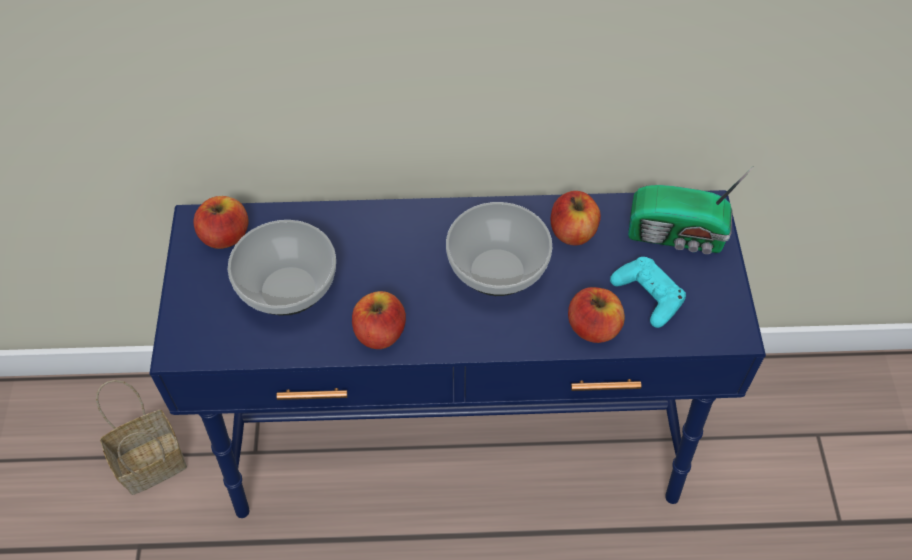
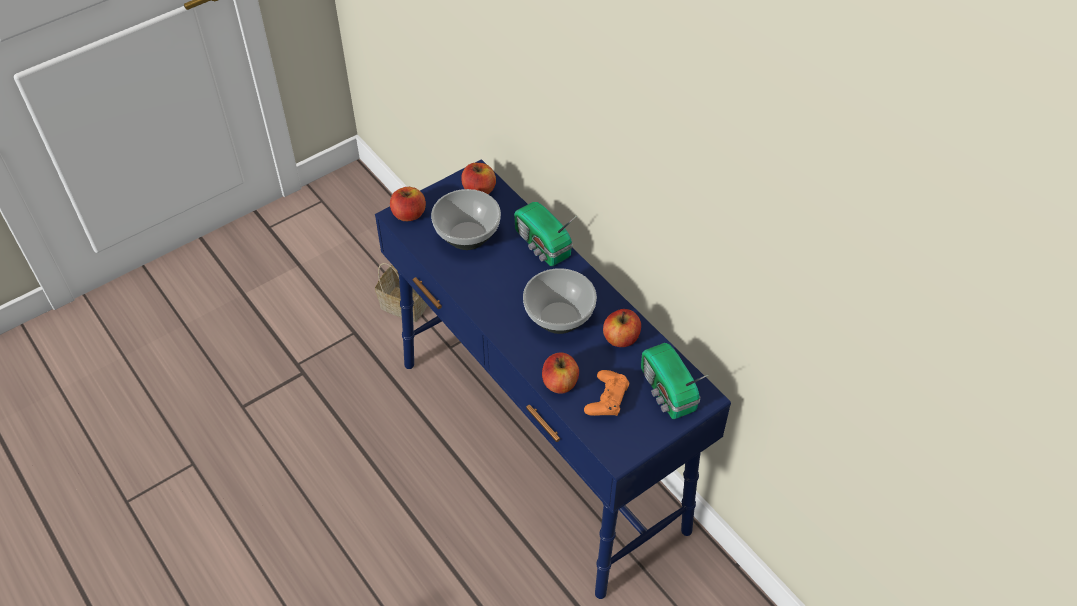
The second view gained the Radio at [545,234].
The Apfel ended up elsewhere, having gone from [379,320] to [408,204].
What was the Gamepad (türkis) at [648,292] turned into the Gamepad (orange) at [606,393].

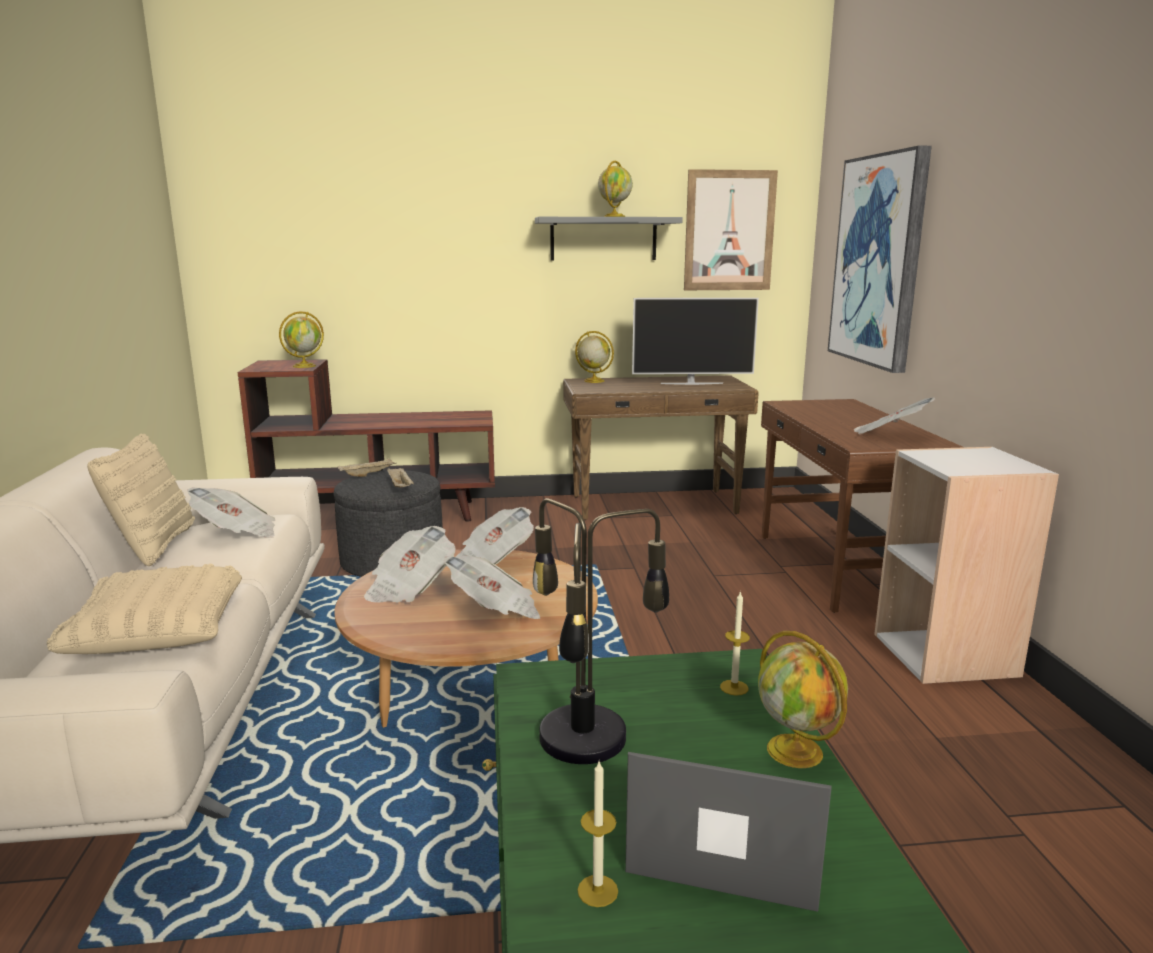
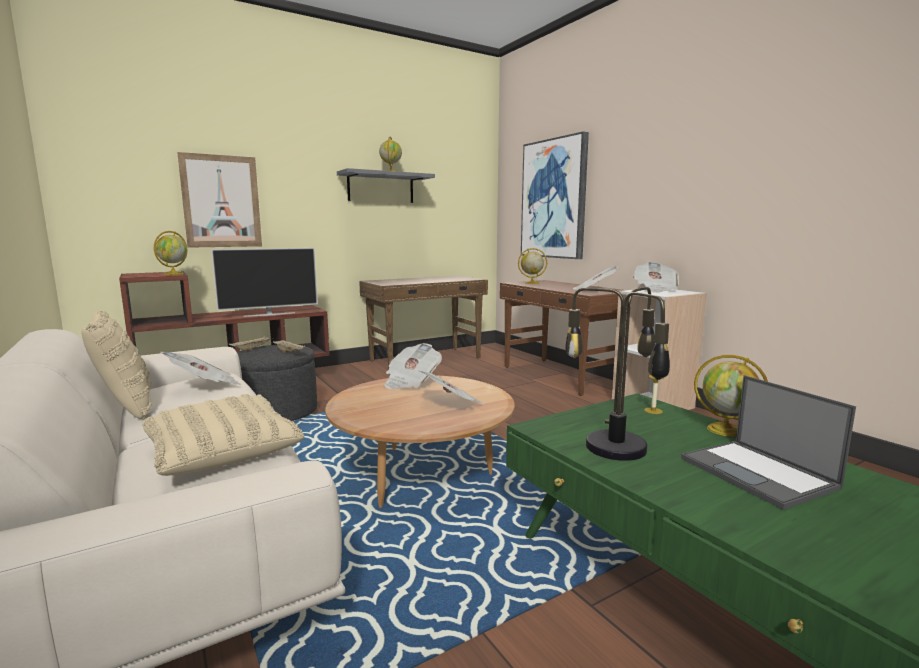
The second view lost the Kerze at [597,834].
The Zeitung ended up elsewhere, having gone from [409,564] to [656,277].
The Globus ended up elsewhere, having gone from [594,357] to [532,266].
The Fernseher ended up elsewhere, having gone from [695,341] to [264,282].
The Bild ended up elsewhere, having gone from [731,229] to [219,200].
The Laptop at [728,832] ended up facing another way, 105 degrees counterclockwise from before.

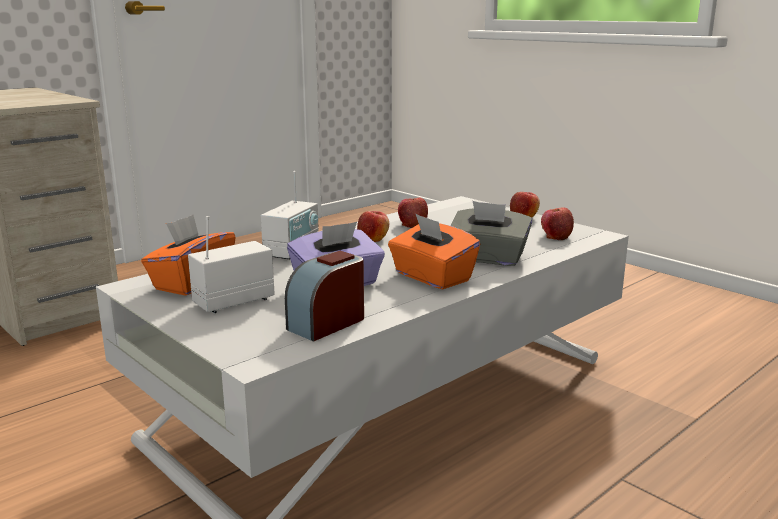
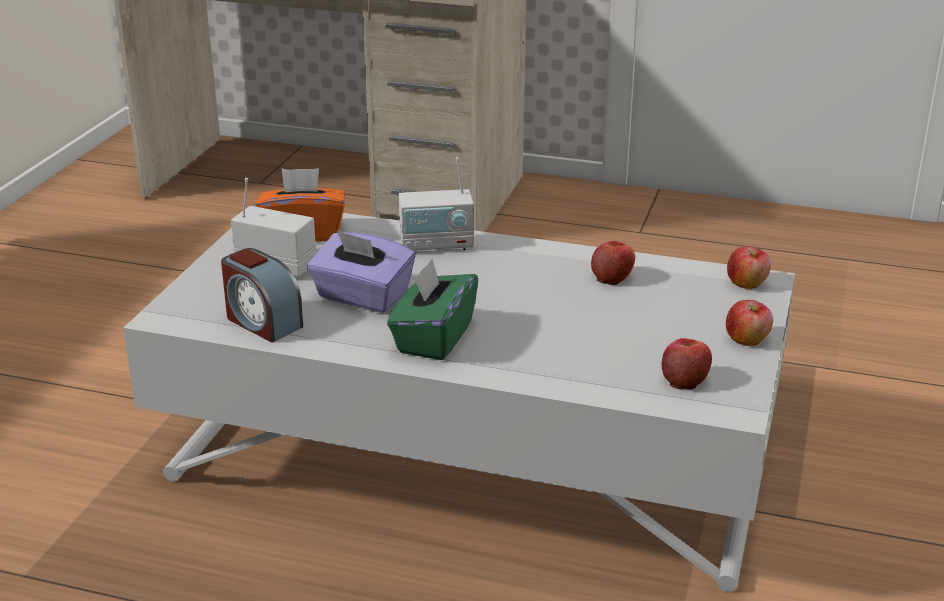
The second view lost the Taschentuchbox (grau) at [491,233].
The Apfel ended up elsewhere, having gone from [373,226] to [749,267].
What was the Taschentuchbox (orange) at [434,251] turned into the Taschentuchbox (grün) at [432,309].
The Wecker at [324,296] ended up facing another way, 150 degrees counterclockwise from before.

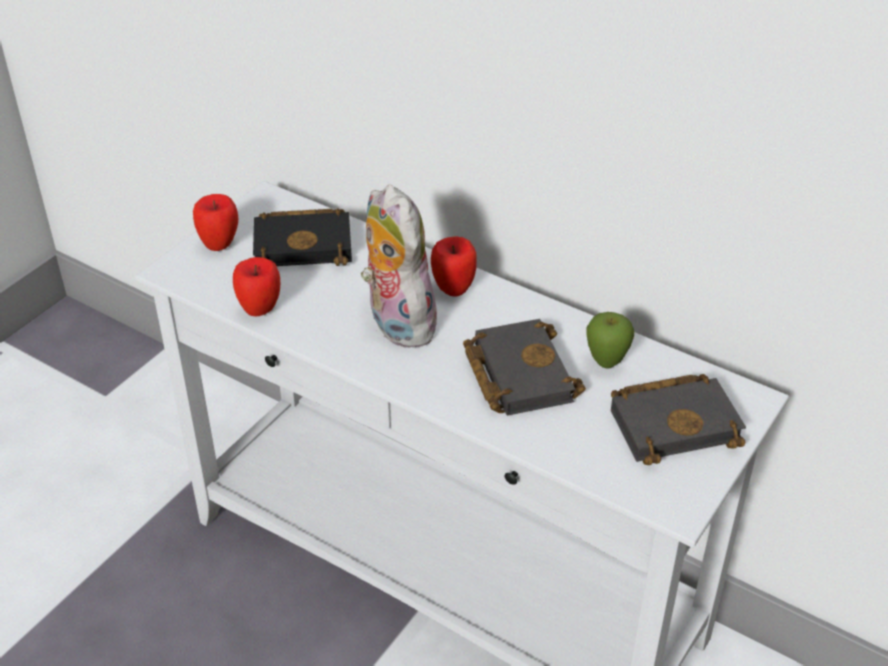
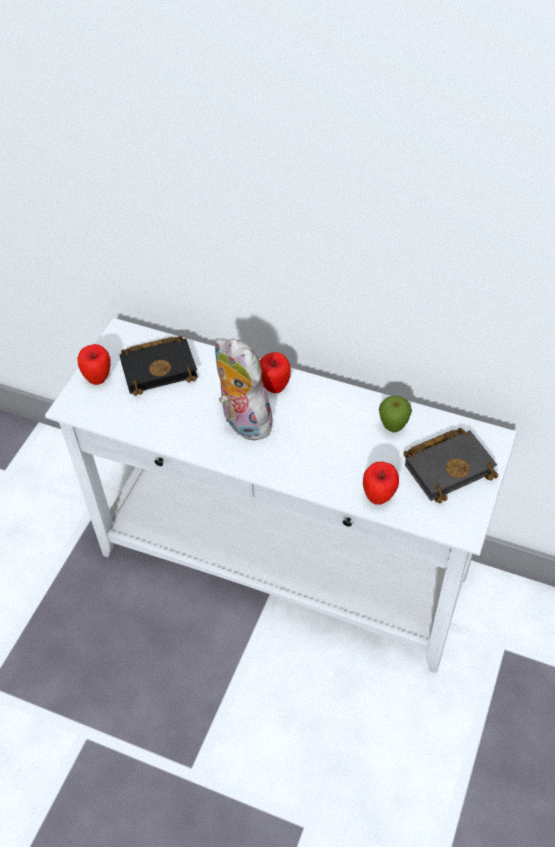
The second view lost the Buch (schwarz) at [524,367].
The Apfel ended up elsewhere, having gone from [256,286] to [381,483].

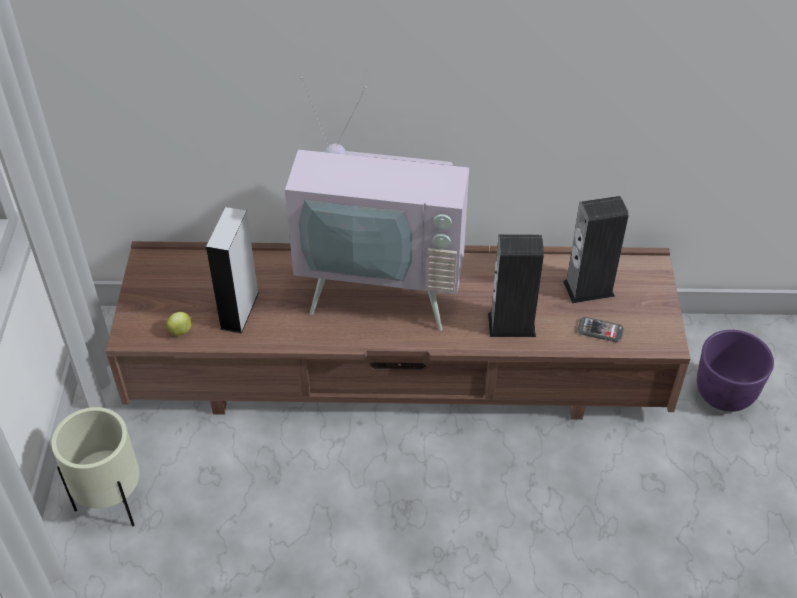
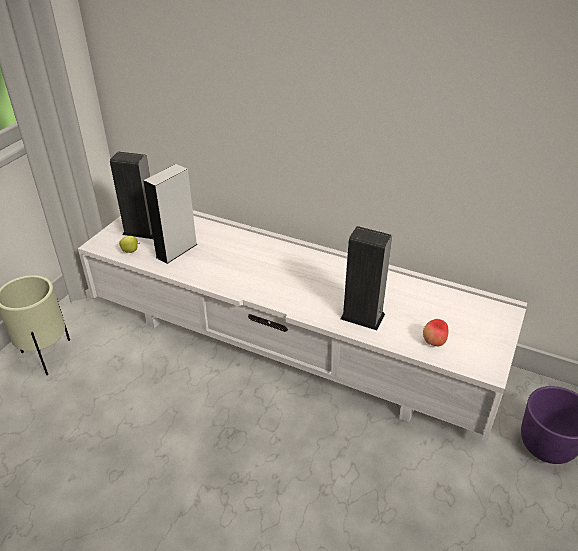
The second view lost the Fernseher at [377,204].
The Lautsprecher ended up elsewhere, having gone from [596,249] to [131,195].
Where the Handy stood at [601,329], the Apfel came to stand at [435,332].
What was the Fernsehschrank (braun) at [398,330] turned into the Fernsehschrank (weiß) at [302,325].

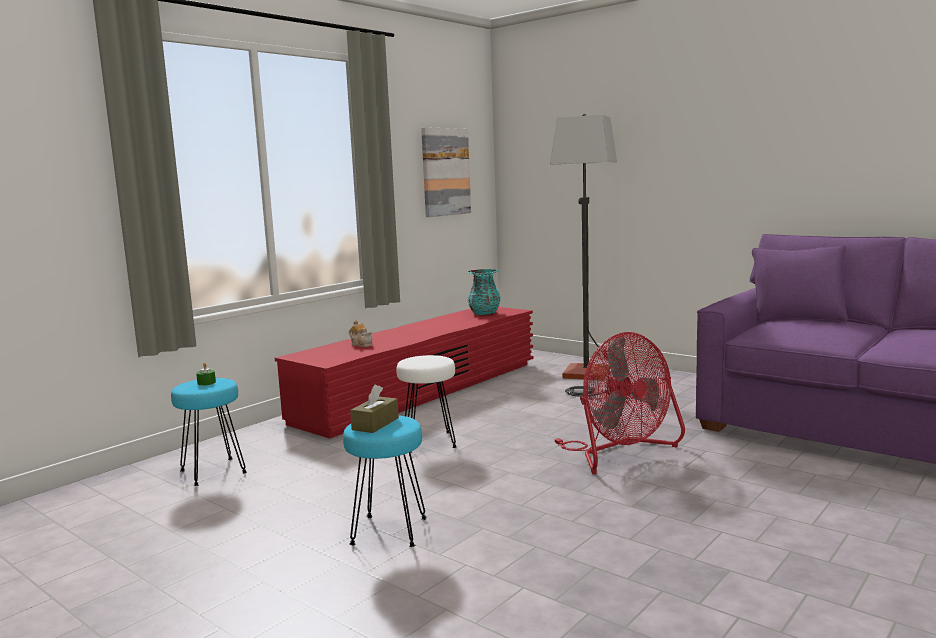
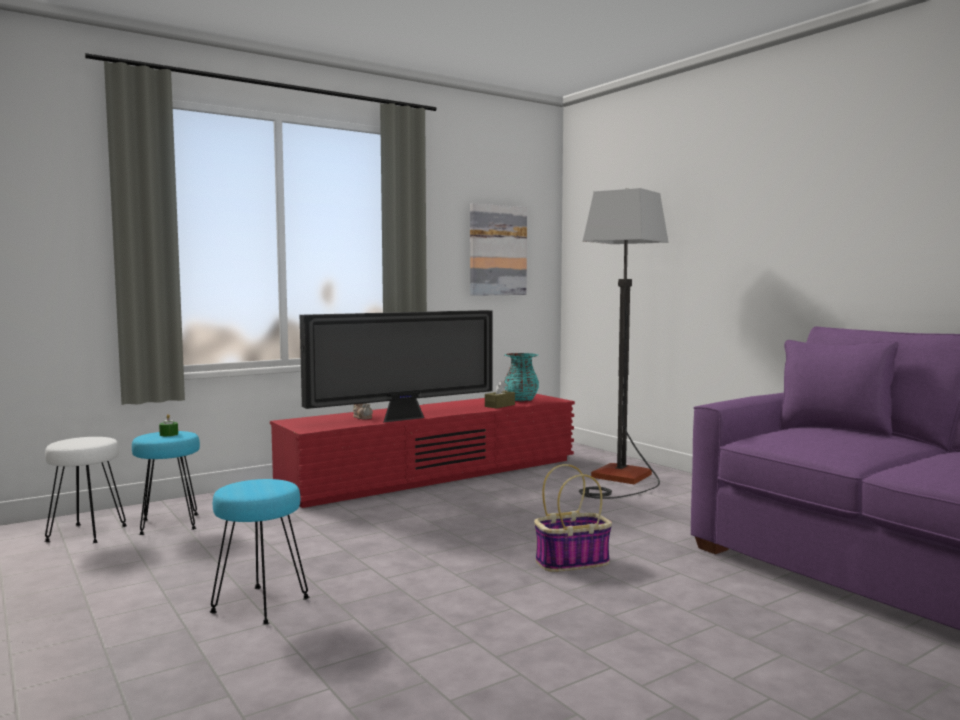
The second view gained the Fernseher at [396,366].
The Taschentuchbox (braun) ended up elsewhere, having gone from [374,409] to [500,395].
The Hocker (weiß) ended up elsewhere, having gone from [426,404] to [85,490].
Where the Ventilator (rot) stood at [620,403], the Korb came to stand at [573,518].

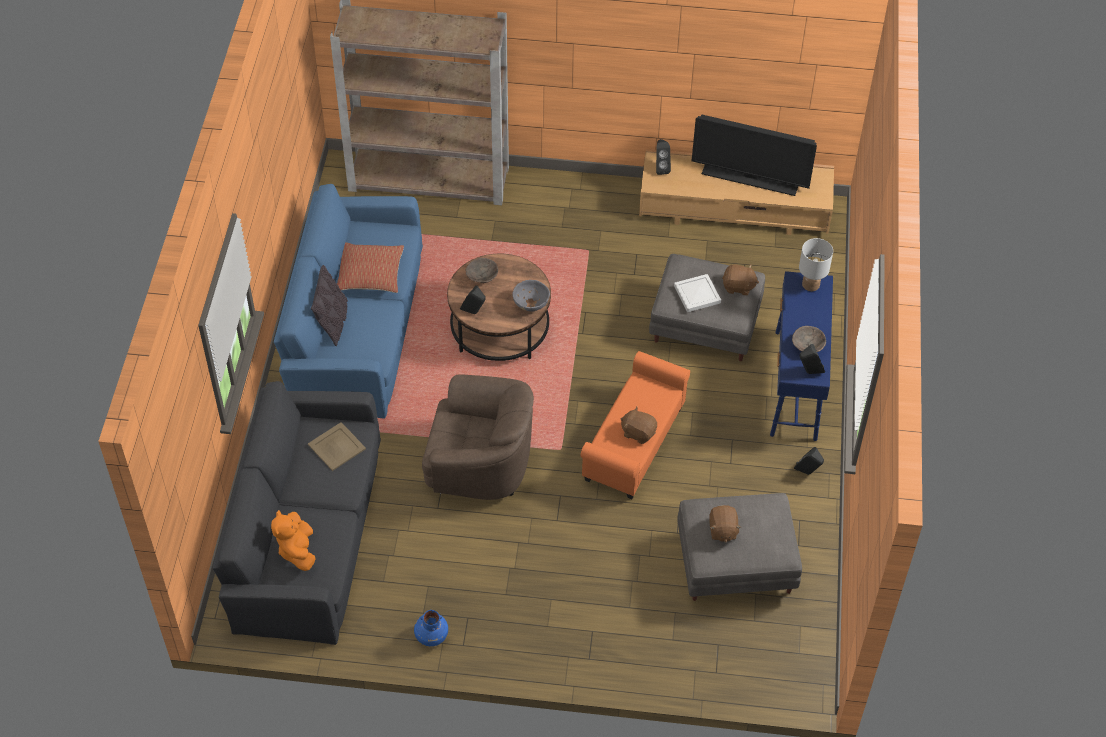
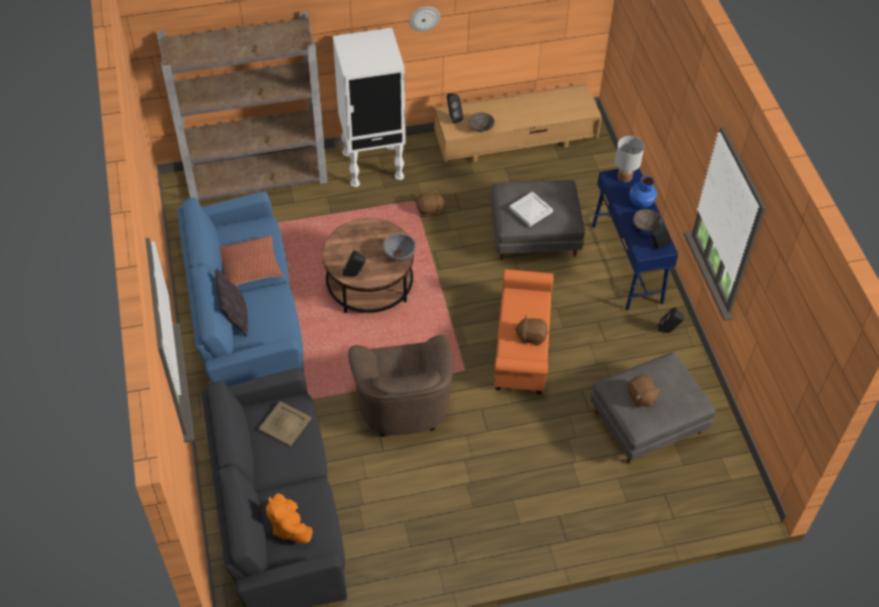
The second view lost the Fernseher at [754,155].
The second view gained the Schrank (weiß) at [369,107].
The second view gained the Wanduhr at [424,19].
The Vase (blau) ended up elsewhere, having gone from [431,628] to [643,192].
The Schüssel (braun) ended up elsewhere, having gone from [482,270] to [482,122].
The Plüschtier (braun) ended up elsewhere, having gone from [740,280] to [431,203].
The Sessel (braun) at [478,437] ended up facing another way, 90 degrees clockwise from before.

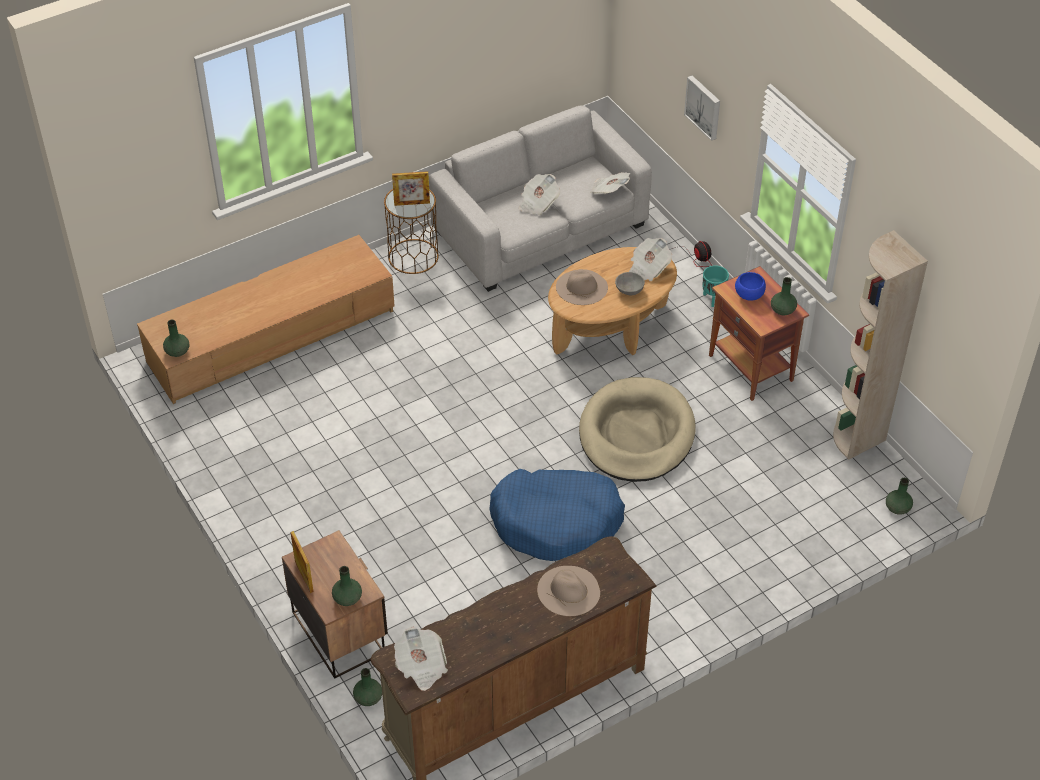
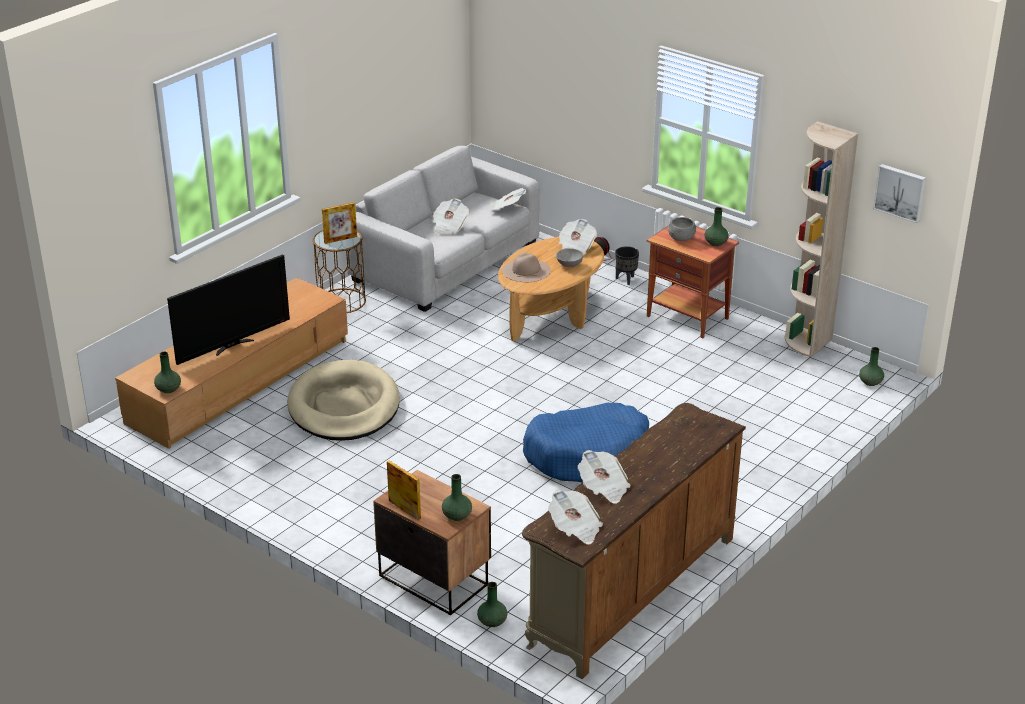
The second view lost the Hut (beige) at [568,591].
The second view gained the Fernseher at [228,309].
The second view gained the Zeitung at [604,477].
The Hundebett (beige) ended up elsewhere, having gone from [637,429] to [343,400].
The Bild ended up elsewhere, having gone from [702,108] to [899,193].
What was the Pflanzkübel (türkis) at [715,286] turned into the Pflanzkübel (schwarz) at [627,265].
What was the Schüssel (blau) at [750,286] turned into the Schüssel (grau) at [682,229].

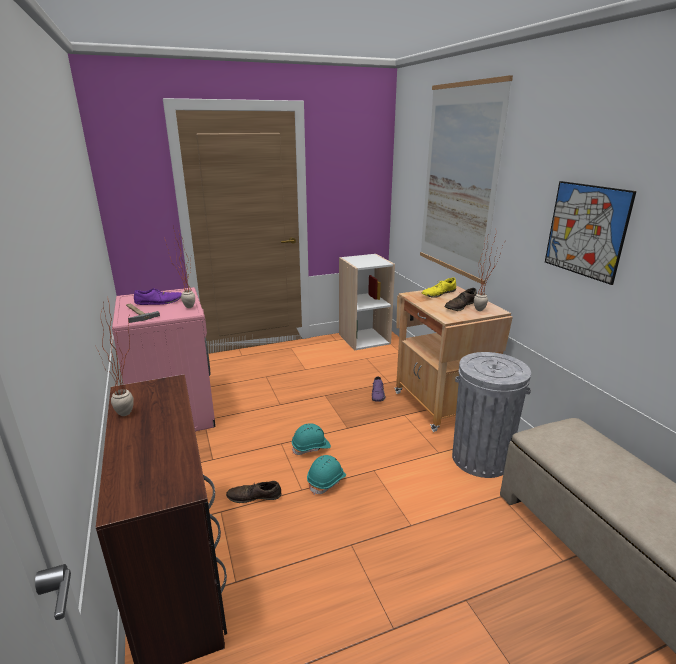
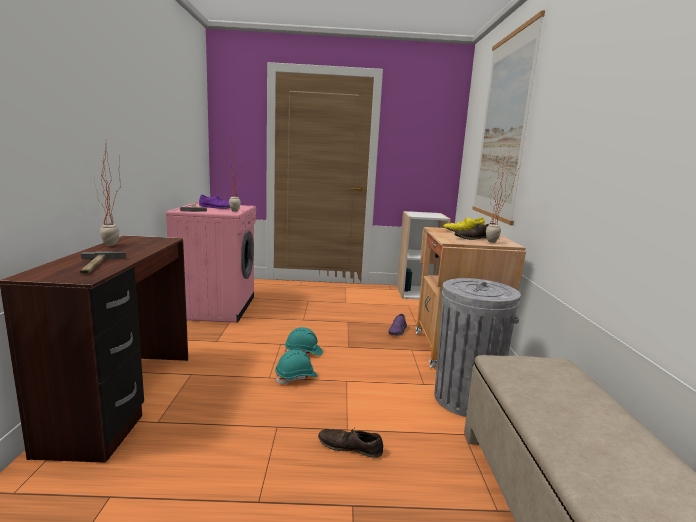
The second view lost the Bild at [590,233].
The second view gained the Hammer at [103,262].
The Schuh (braun) ended up elsewhere, having gone from [254,492] to [350,443].

